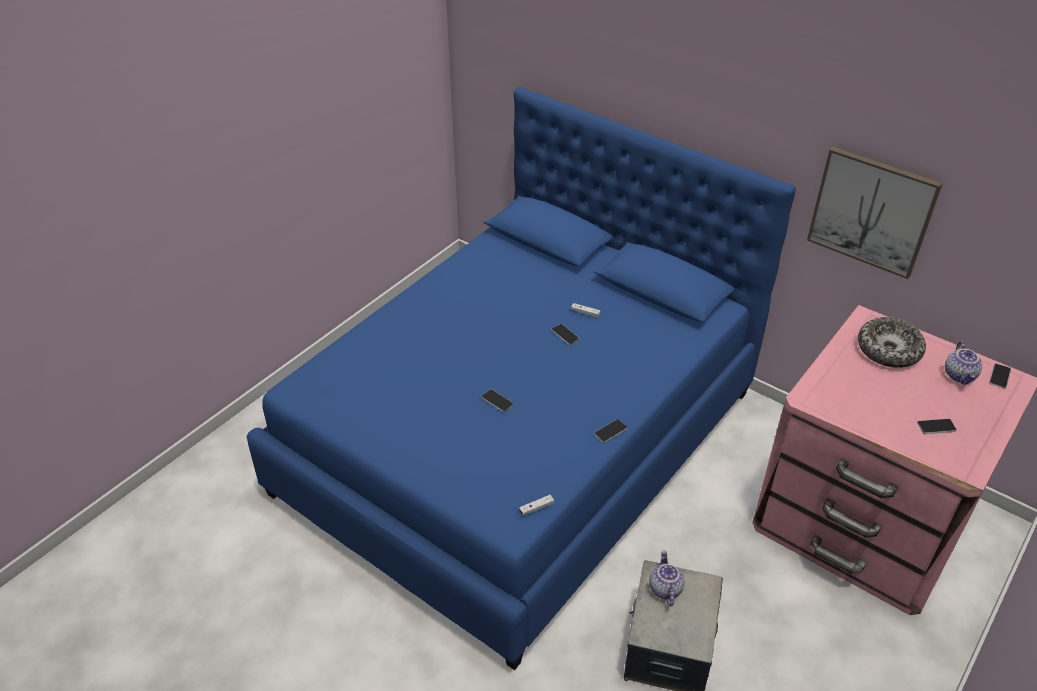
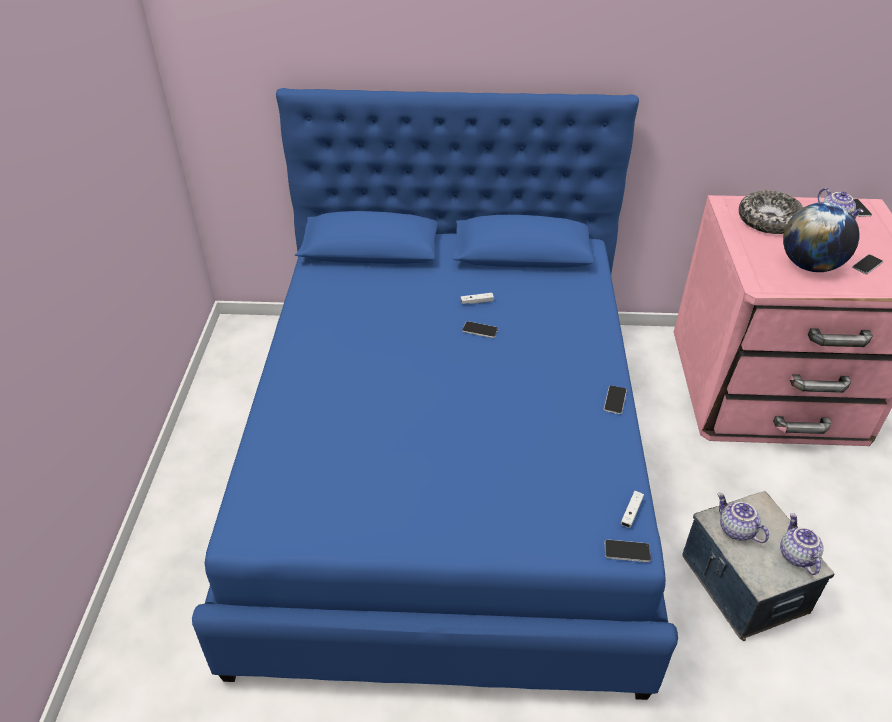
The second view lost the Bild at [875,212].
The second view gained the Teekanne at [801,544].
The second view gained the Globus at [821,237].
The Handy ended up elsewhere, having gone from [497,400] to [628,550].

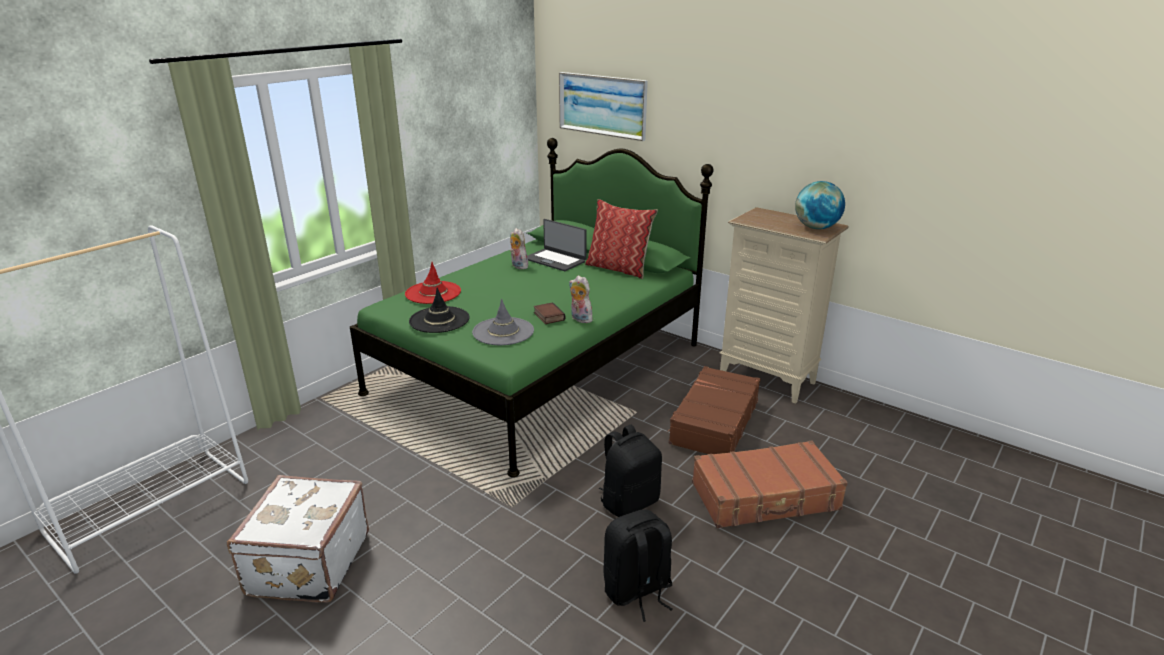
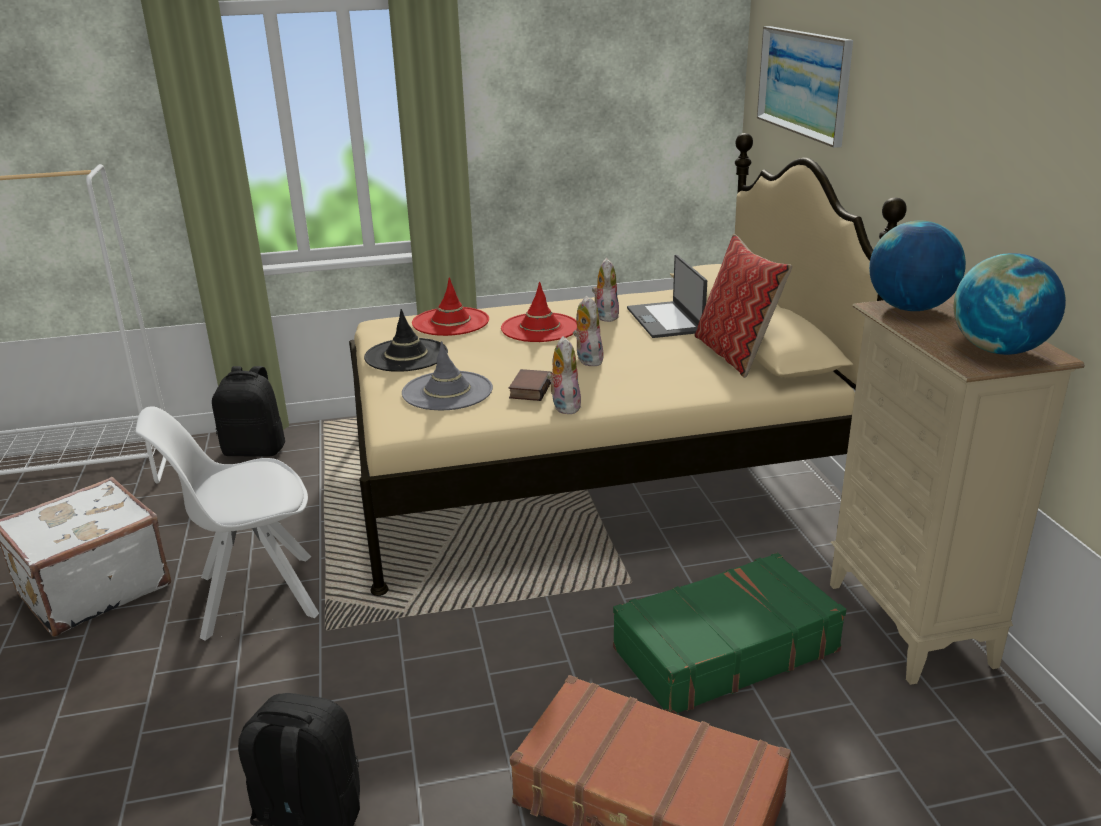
The second view gained the Stuhl (weiß) at [227,523].
The second view gained the Hut (rot) at [539,311].
The second view gained the Plüschtier at [588,331].
The second view gained the Globus at [917,266].
The Rucksack (schwarz) ended up elsewhere, having gone from [630,471] to [248,411].
What was the Bett (grün) at [531,307] turned into the Bett (beige) at [628,364].
What was the Koffer (braun) at [714,410] turned into the Koffer (grün) at [729,633].

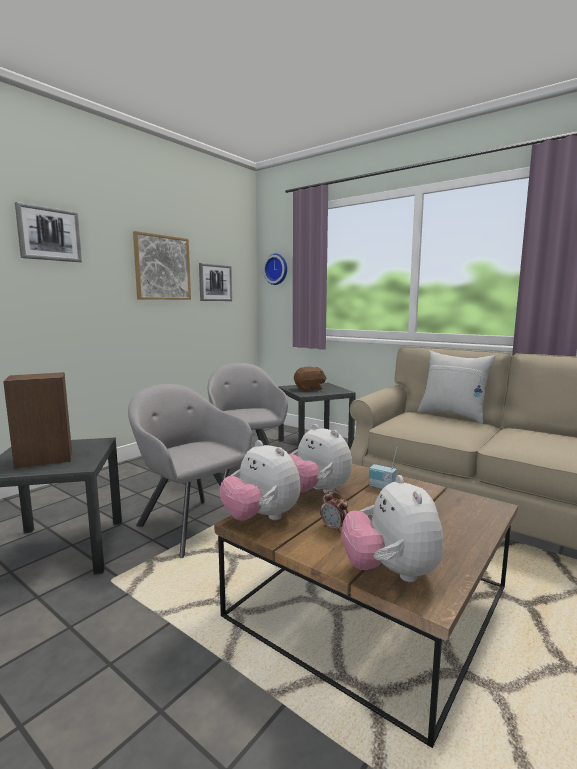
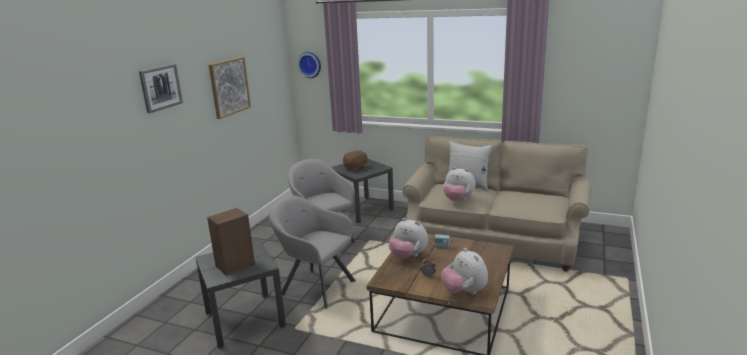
The second view lost the Bild at [215,282].
The Plüschtier ended up elsewhere, having gone from [260,480] to [459,184].

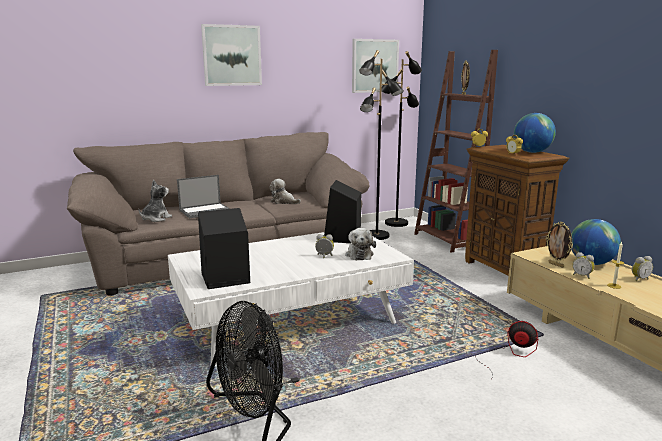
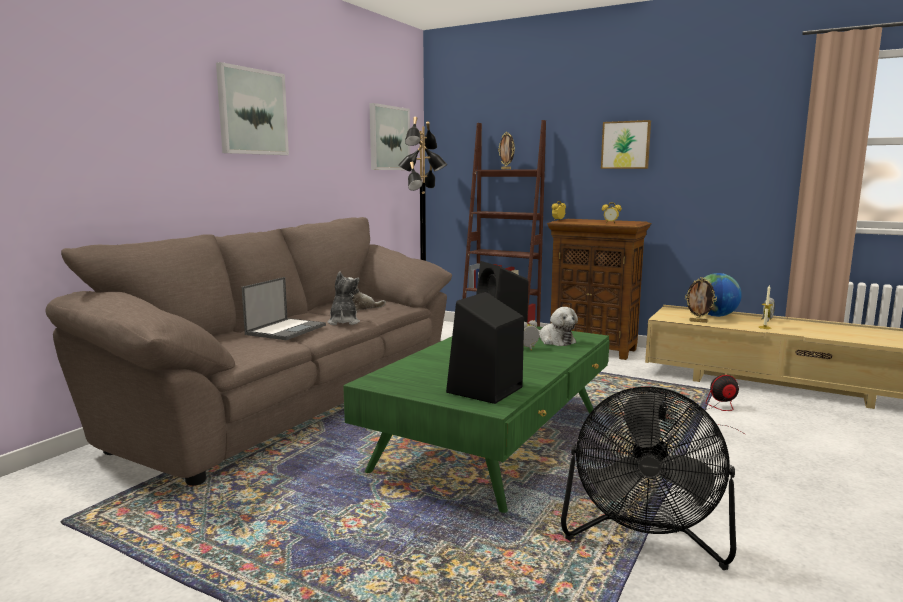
The second view lost the Globus at [535,133].
The second view lost the Wecker at [584,265].
The second view gained the Bild at [626,144].
The Plüschtier ended up elsewhere, having gone from [155,201] to [344,298].
What was the Couchtisch (weiß) at [291,299] turned into the Couchtisch (grün) at [476,419].

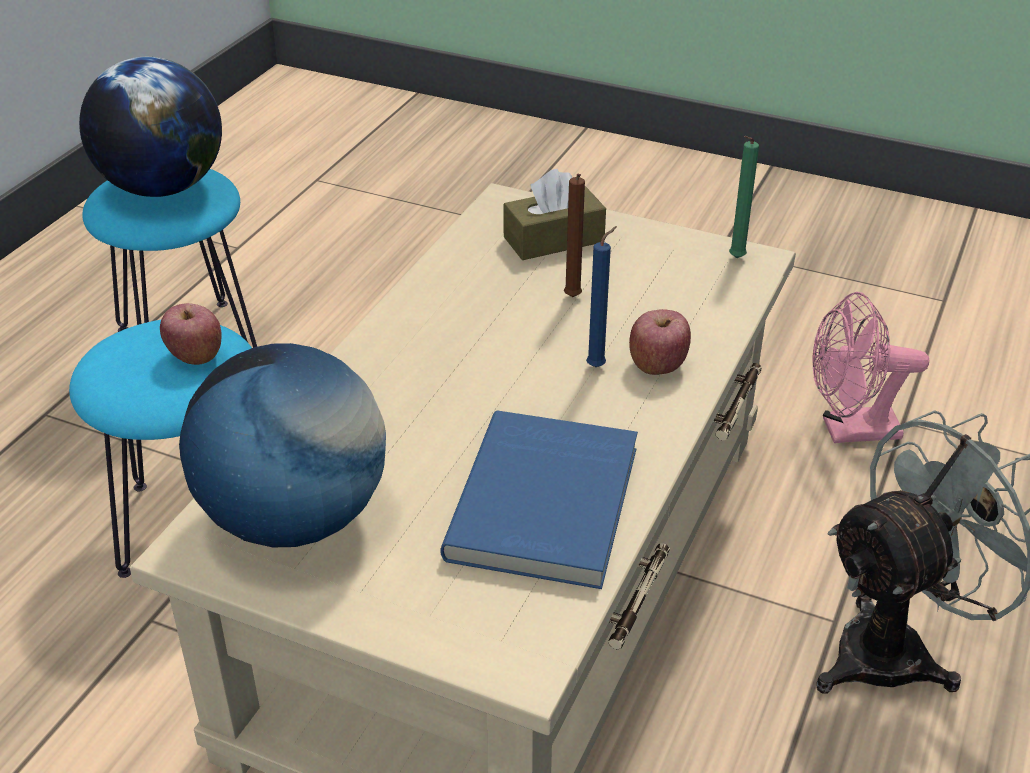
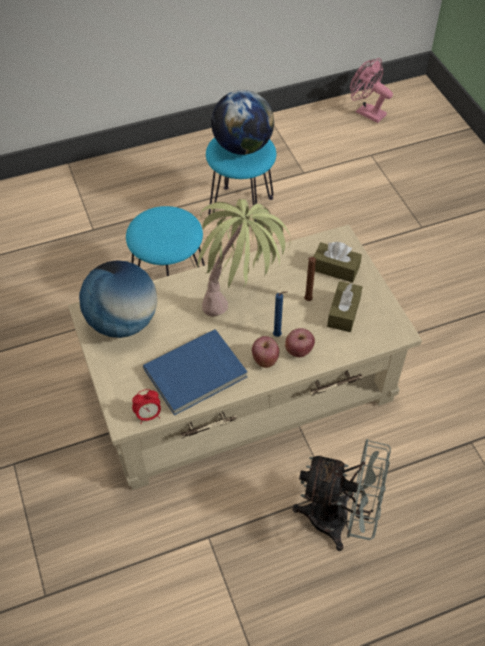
The second view lost the Kerze (grün) at [744,197].
The second view gained the Wecker at [146,406].
The second view gained the Topfpflanze at [244,258].
The second view gained the Taschentuchbox (braun) at [344,306].
The Apfel ended up elsewhere, having gone from [191,334] to [265,352].
The Ventilator (rosa) ended up elsewhere, having gone from [870,367] to [371,90].

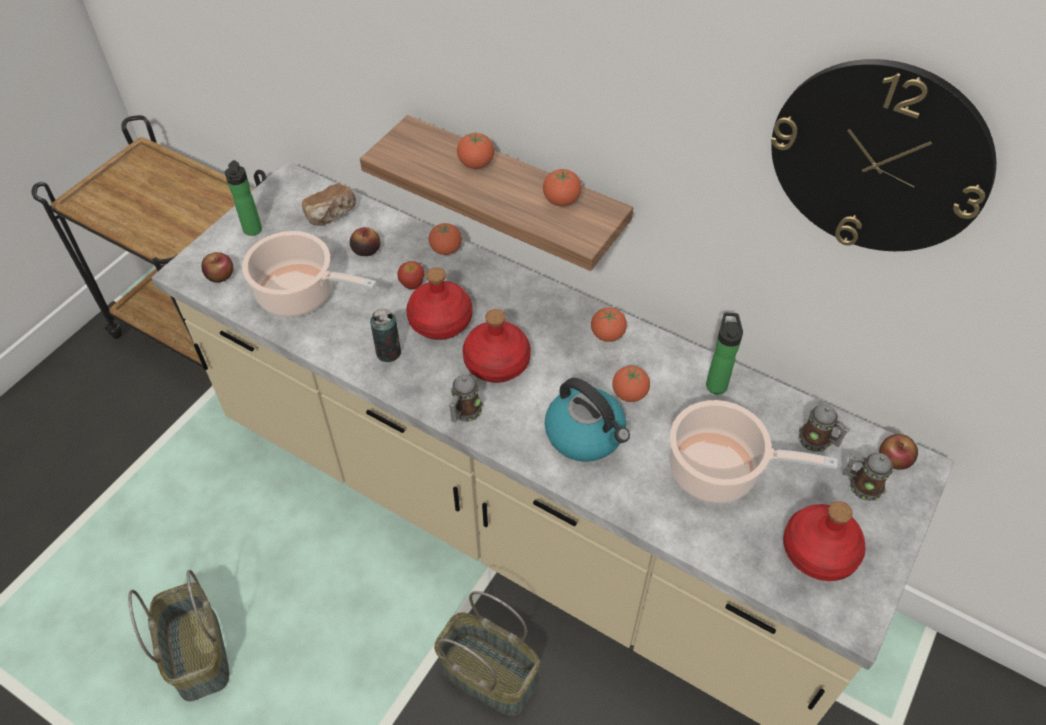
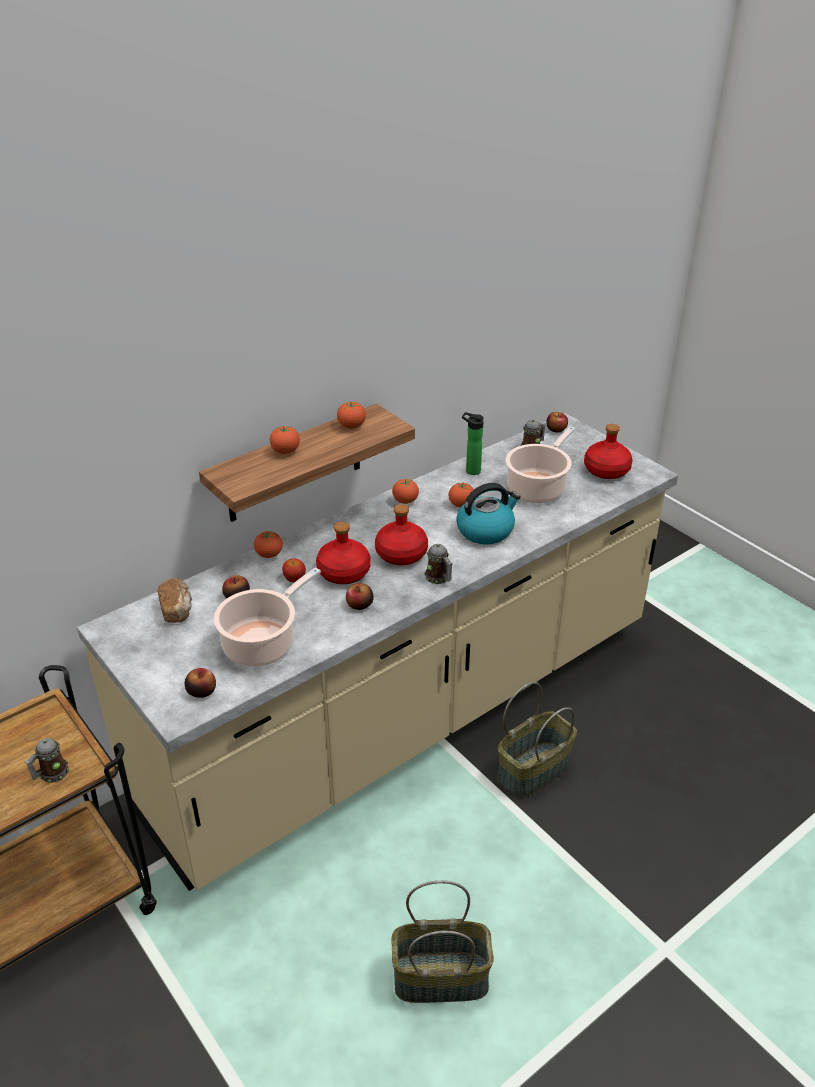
The second view lost the Flasche at [243,198].
The second view lost the Wanduhr at [883,155].
The Henkelbecher ended up elsewhere, having gone from [868,477] to [46,760].
Where the Dose stood at [385,335], the Apfel came to stand at [360,596].

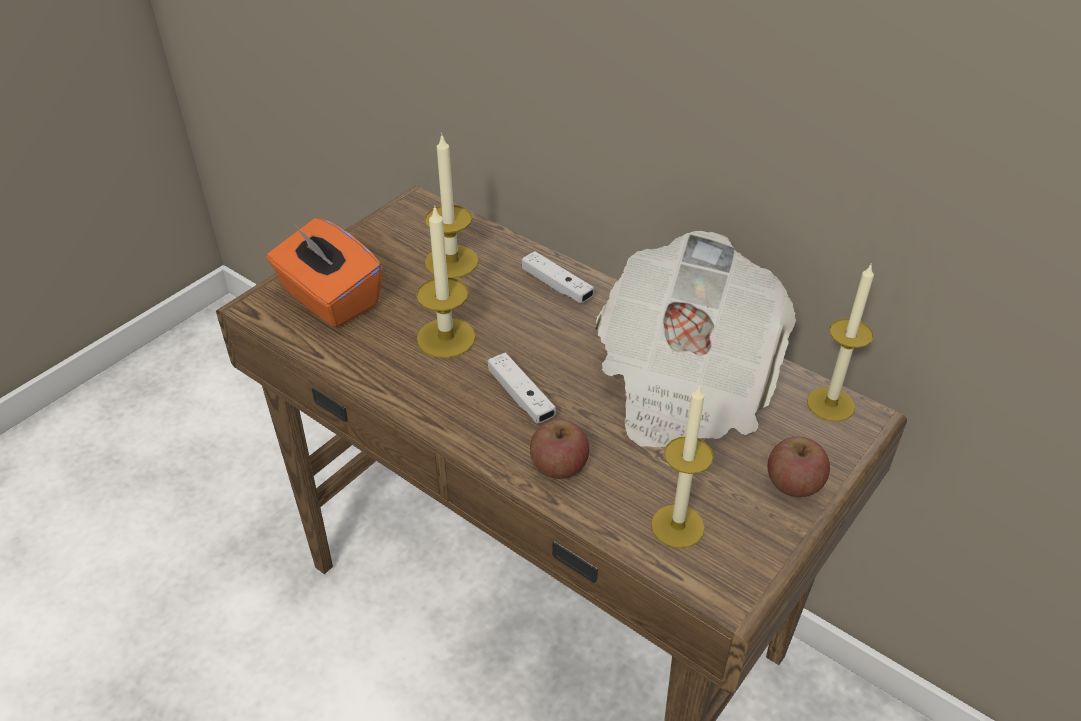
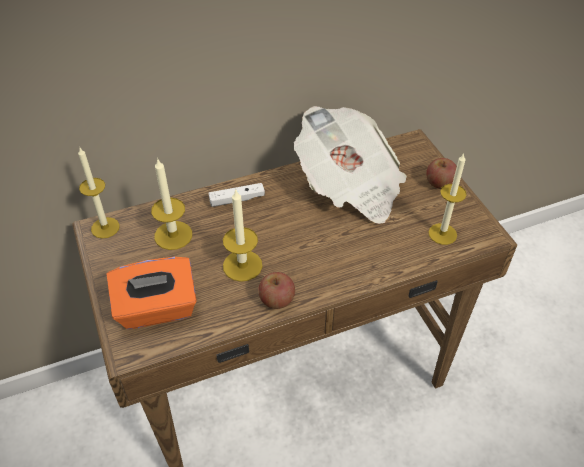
The second view lost the Gamepad (weiß) at [522,388].
The Apfel ended up elsewhere, having gone from [559,449] to [276,290].
The Kerze ended up elsewhere, having gone from [840,343] to [99,193].

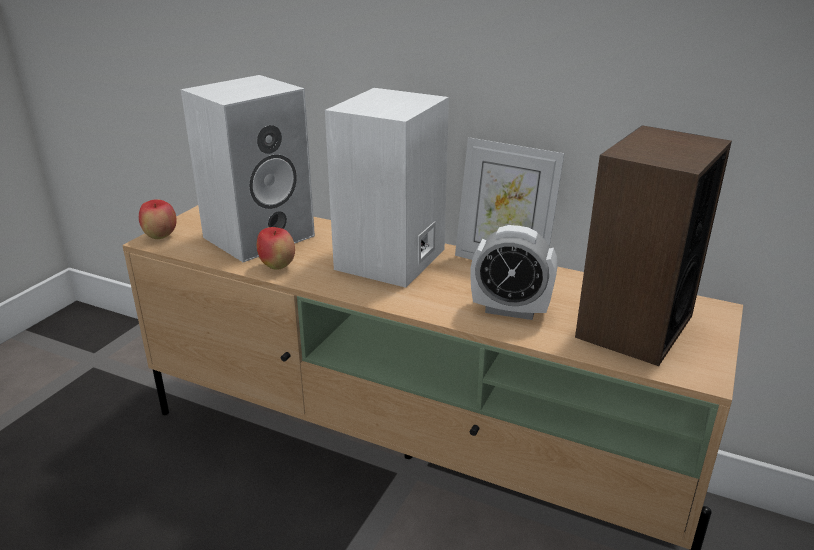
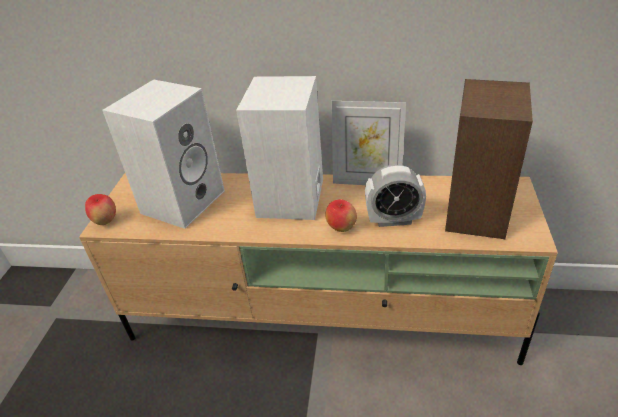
The Apfel ended up elsewhere, having gone from [276,248] to [341,215].

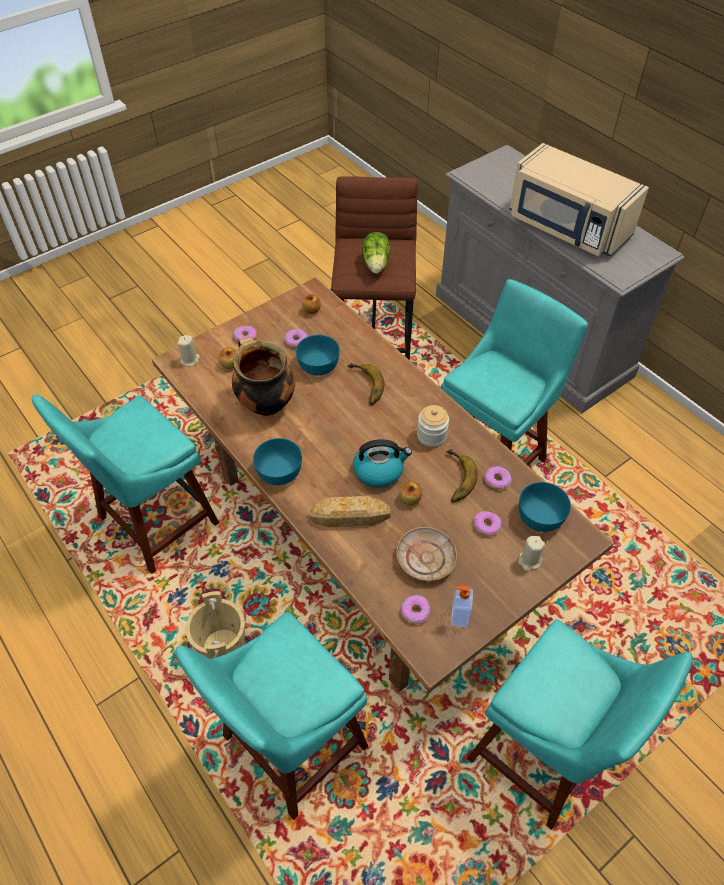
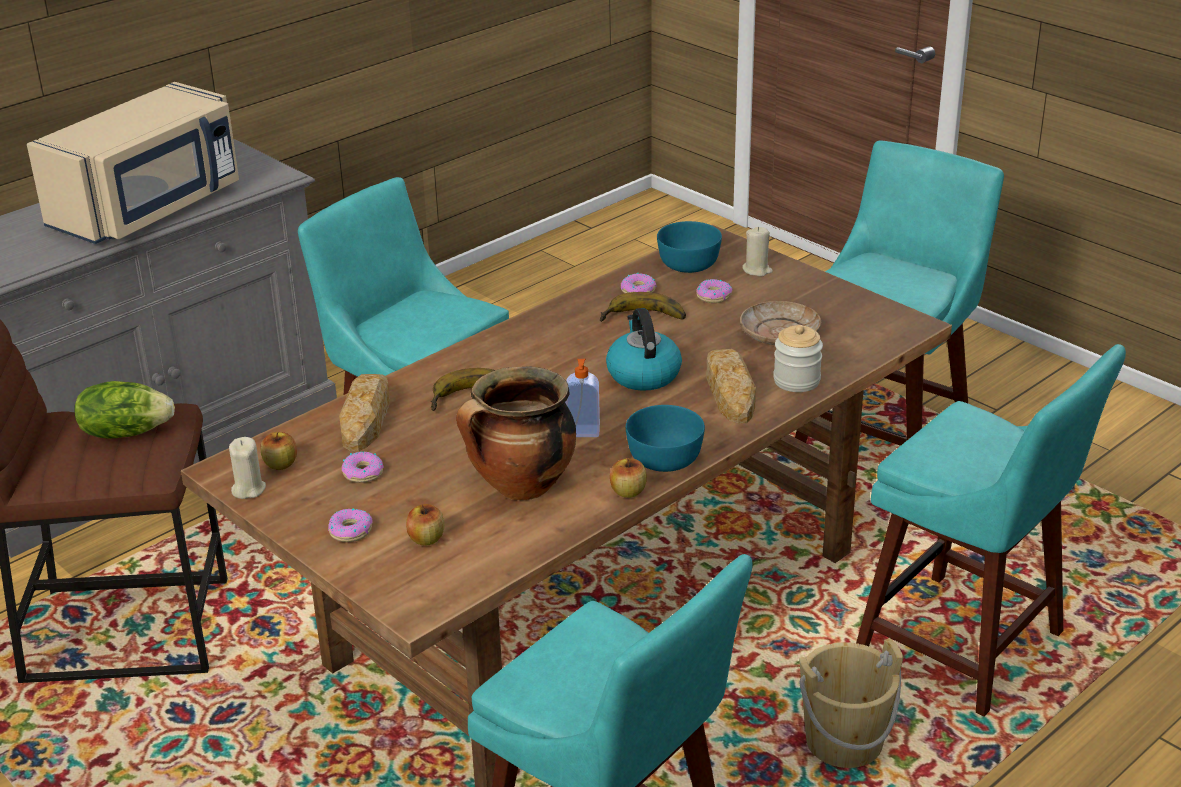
The second view lost the Schüssel (türkis) at [318,355].
The second view lost the Donut at [415,609].
The second view gained the Brot at [364,412].
The Kerze (beige) ended up elsewhere, having gone from [188,350] to [247,468].
The Apfel ended up elsewhere, having gone from [411,493] to [628,478].
The Vorratsglas ended up elsewhere, having gone from [433,426] to [798,358].
The Seifenspender ended up elsewhere, having gone from [462,607] to [582,398].

